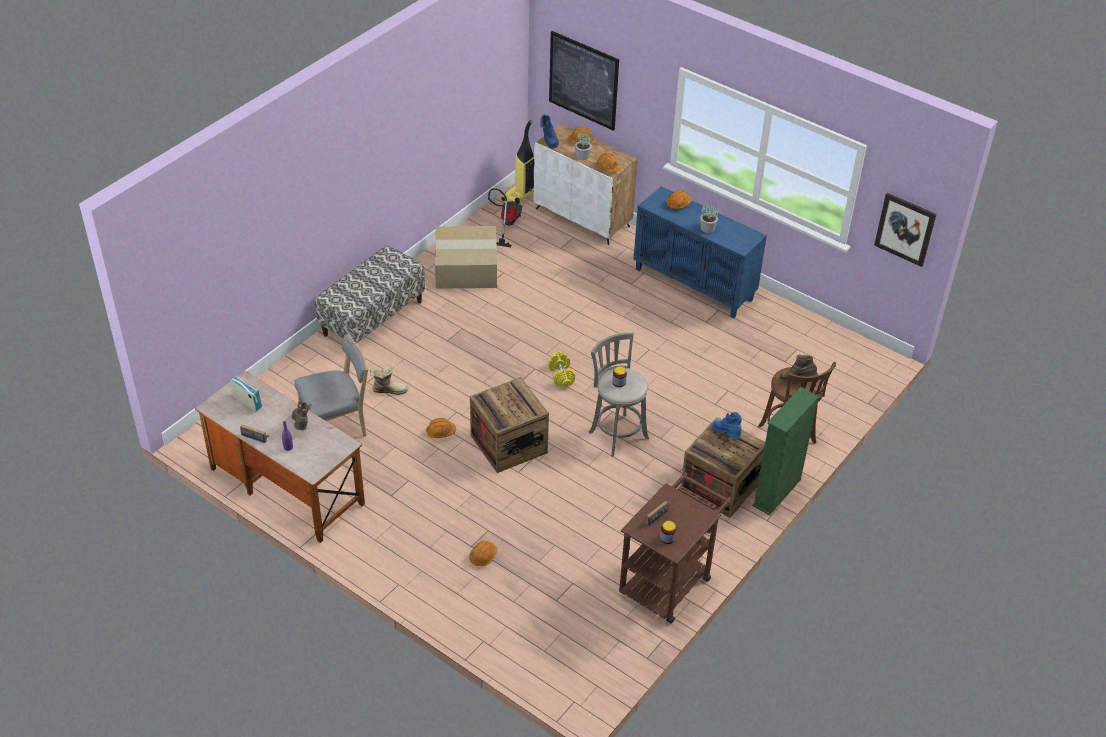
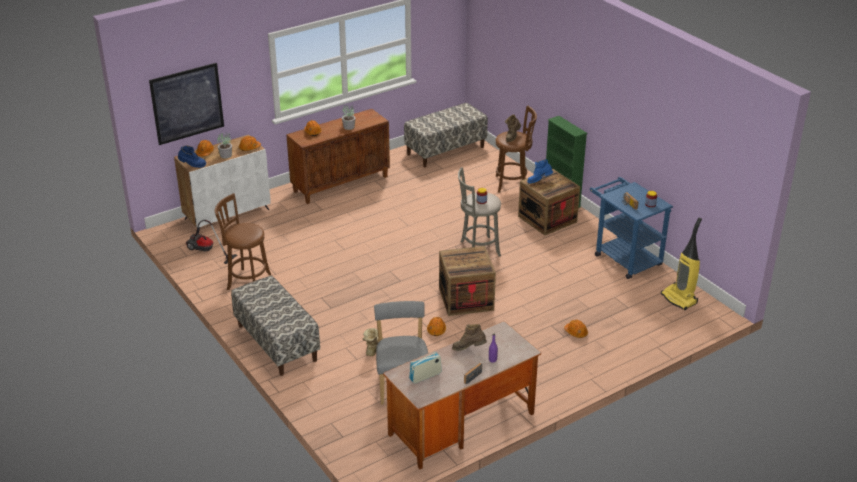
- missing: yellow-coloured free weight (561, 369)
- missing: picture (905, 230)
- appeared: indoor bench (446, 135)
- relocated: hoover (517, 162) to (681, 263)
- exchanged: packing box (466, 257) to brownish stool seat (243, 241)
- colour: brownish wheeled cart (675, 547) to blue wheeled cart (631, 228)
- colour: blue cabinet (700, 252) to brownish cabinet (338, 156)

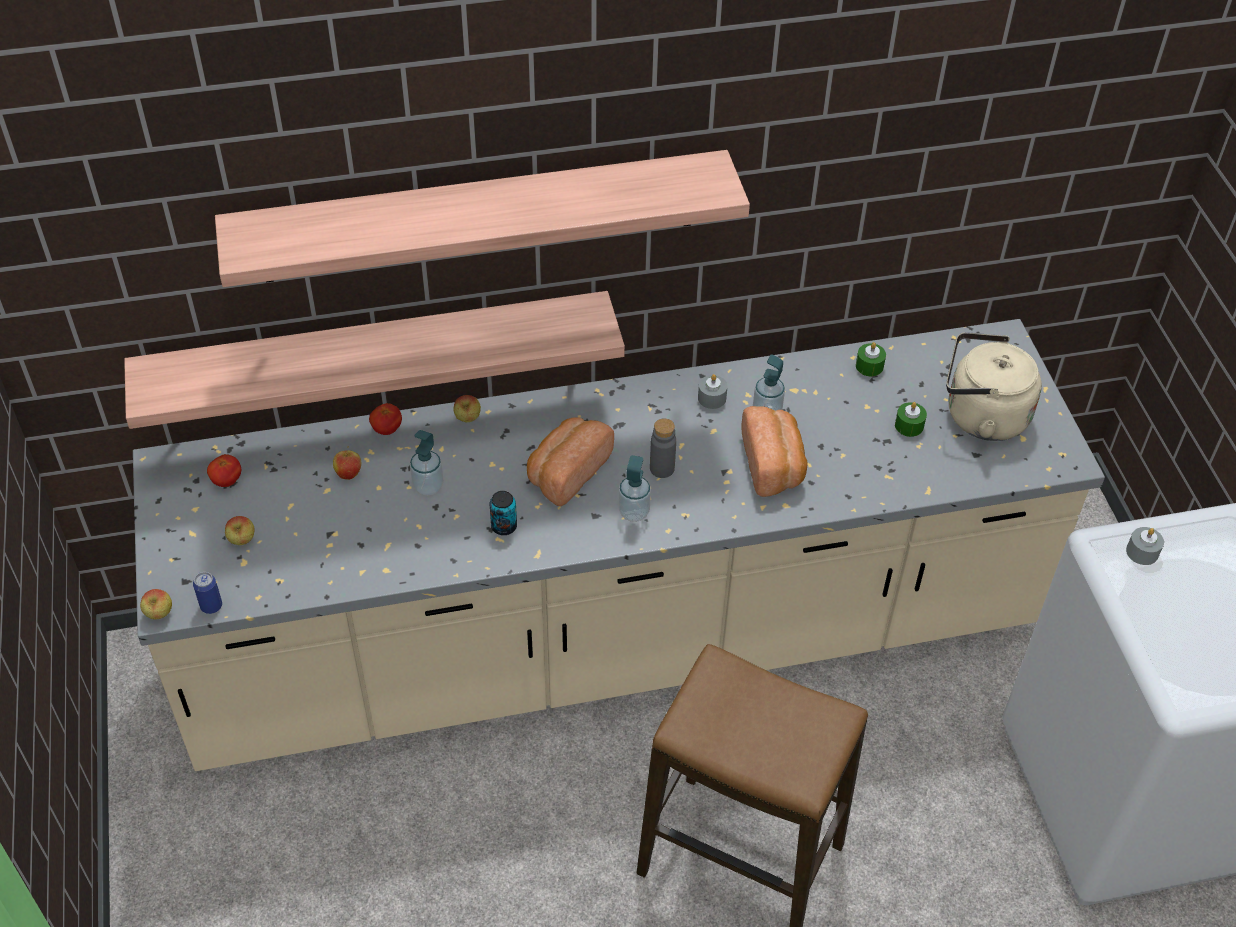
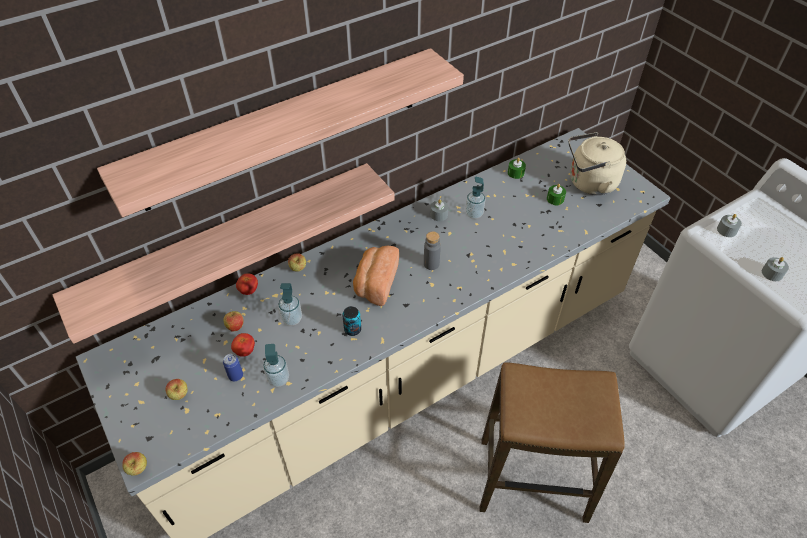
- missing: bakery bread (775, 451)
- appeared: grey wax light (775, 269)
- relocated: metal can (207, 593) to (233, 367)
- relocated: tomato (224, 470) to (243, 345)
- relocated: soap dispenser (634, 488) to (276, 365)

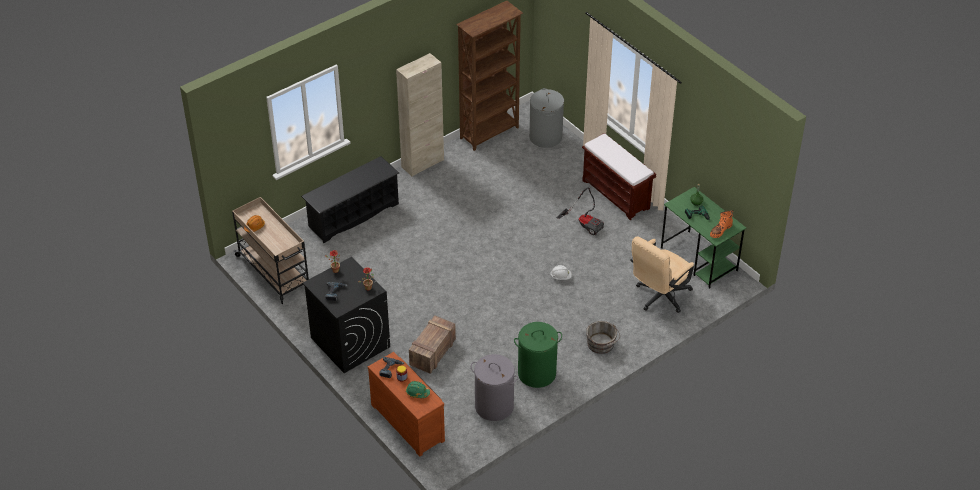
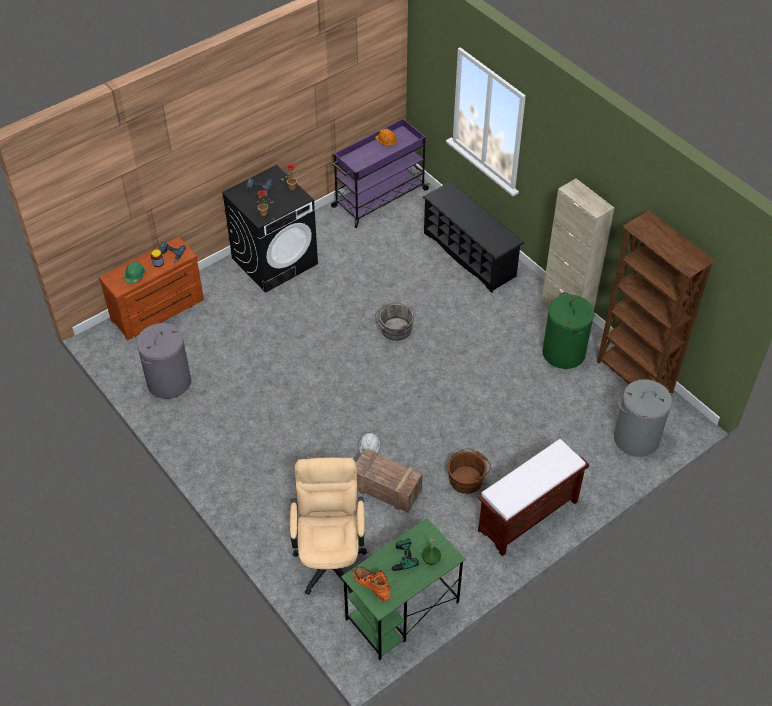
- relocated: crate (432, 344) to (389, 480)
- relocated: greenish laundry basket (538, 355) to (568, 330)
- relocated: grey water bucket (603, 337) to (394, 321)
- exchanged: hoover (580, 211) to brownish water bucket (469, 471)
- colour: beige-coloured wheeled cart (270, 250) to purplish wheeled cart (380, 173)
- spun: beige-coloured desk chair (662, 274) = (328, 526) 45 degrees clockwise

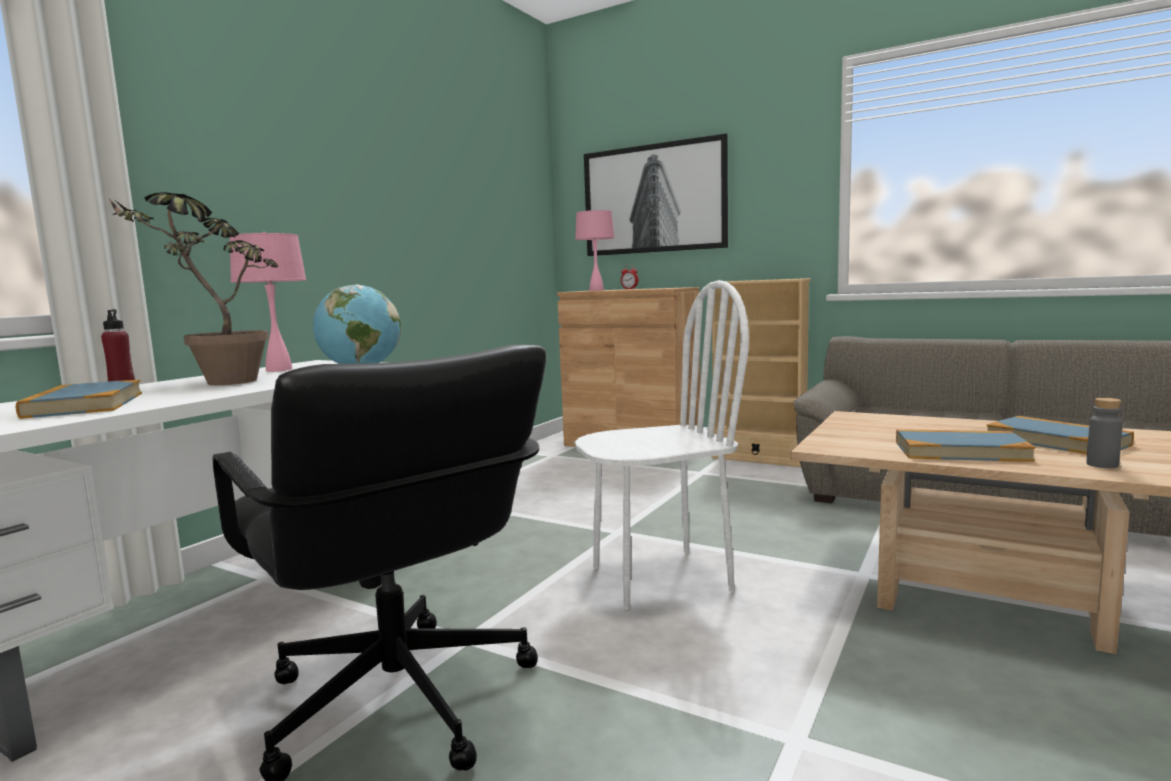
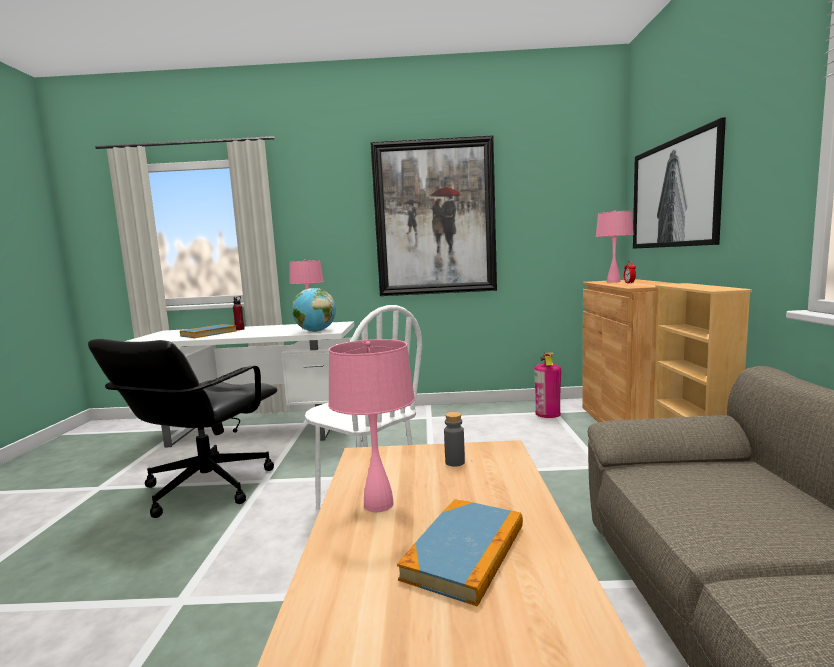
- missing: plant in a pot (193, 289)
- appeared: picture (433, 215)
- appeared: fire-fighting cylinder (547, 385)
- relocated: grey bottle (1104, 433) to (454, 439)
- exchanged: book (965, 445) to pinkish lamp for a table (371, 425)

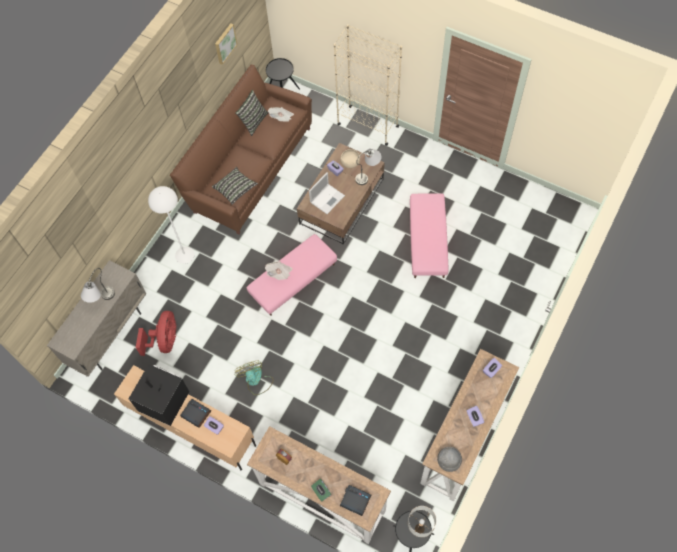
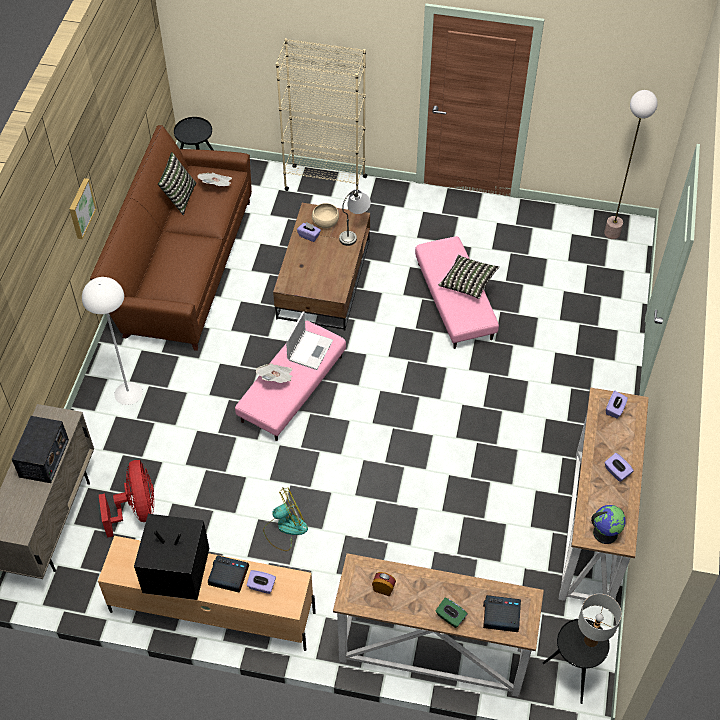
- appeared: standard lamp (631, 164)
- relocated: cushion (235, 186) to (469, 277)
- relocated: picture (226, 44) to (83, 208)
- relocated: portable computer (327, 193) to (309, 340)
- exchanged: grey lamp for a table (98, 285) to radio (40, 449)
- exchanged: grey serving bowl (449, 459) to desk globe (608, 524)
- spun: fan (254, 378) = (285, 519) 105 degrees clockwise

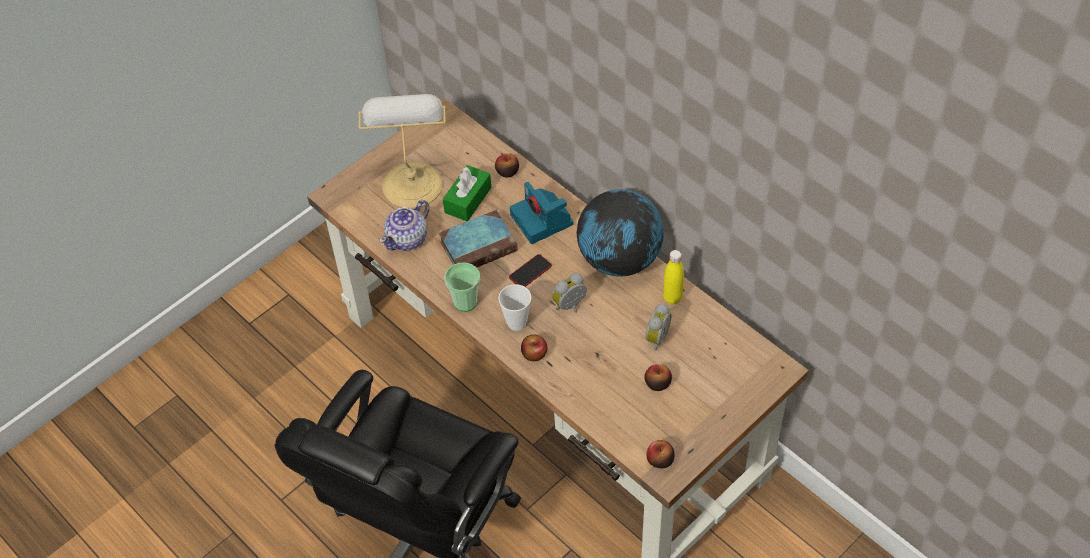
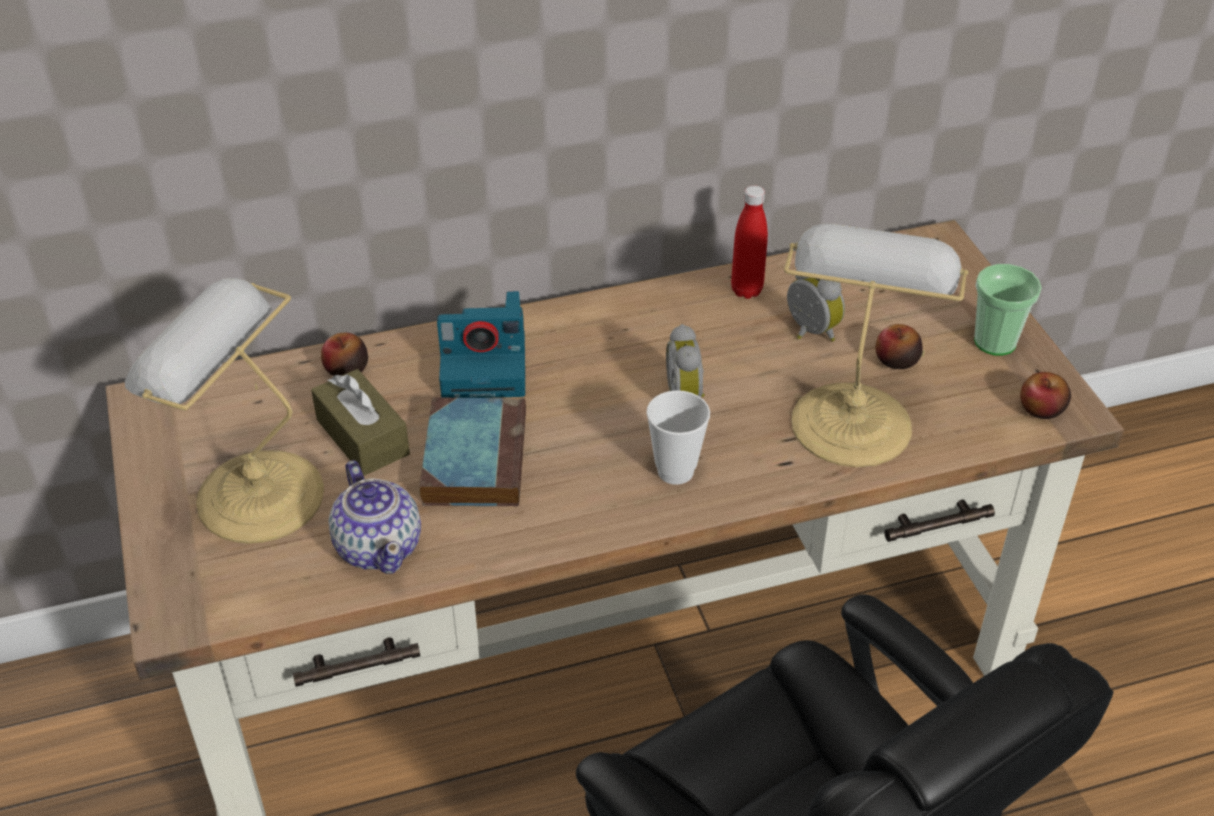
- missing: telephone (530, 270)
- missing: whole apple (534, 347)
- missing: desk globe (620, 233)
- appeared: lamp for a table (876, 345)
- relocated: drinking cup (462, 287) to (1008, 310)
- colour: greenish box of tissues (467, 193) to brownish box of tissues (360, 422)
- colour: yellow-coloured bottle (673, 277) to red bottle (749, 242)

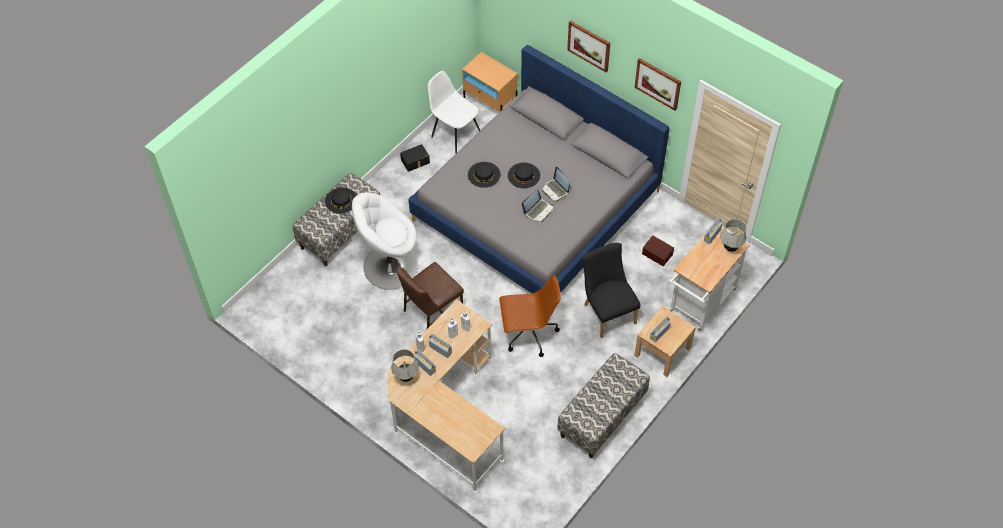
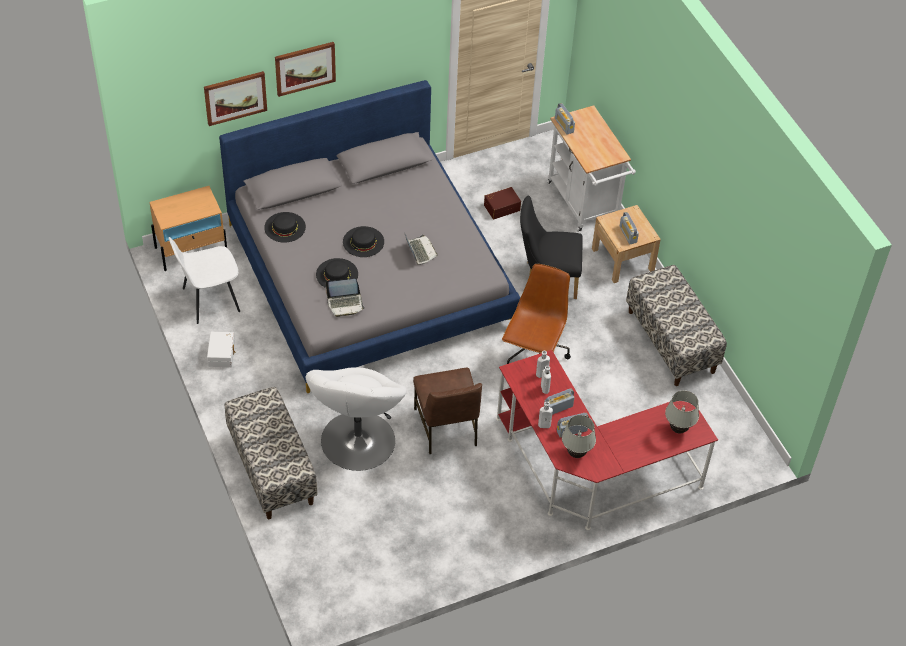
- relocated: black wearable hat (341, 200) to (285, 227)
- relocated: portable computer (555, 184) to (345, 298)
- relocated: picture (658, 84) to (235, 98)
- relocated: white-coloured lamp for a table (733, 235) to (682, 411)
- colour: beige-coloured desk unit (446, 396) to red desk unit (607, 440)
- colour: black storage bin (415, 158) to white-coloured storage bin (221, 349)

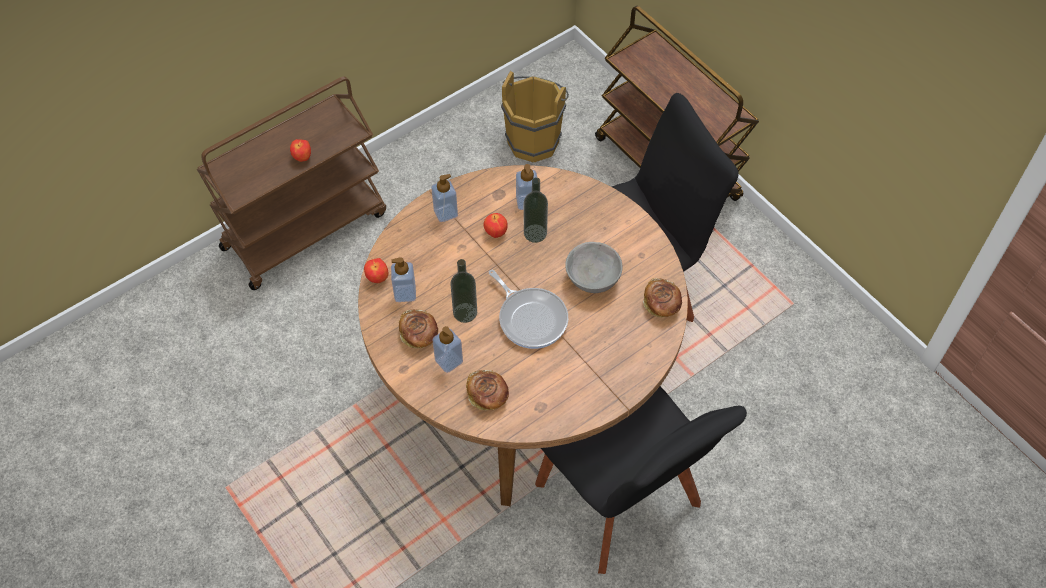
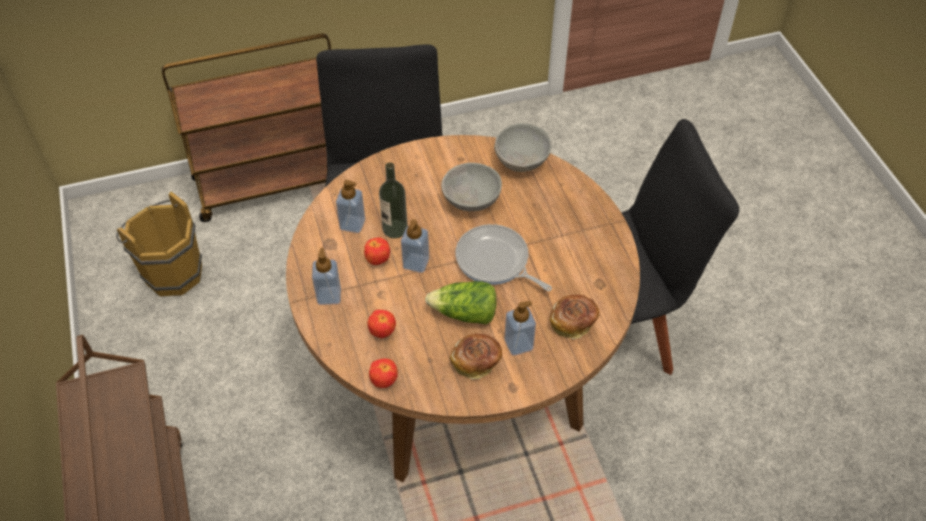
- relocated: whole apple (300, 150) to (381, 324)
- relocated: soap dispenser (403, 279) to (415, 246)
- exchanged: bottle (463, 291) to head of lettuce (461, 302)
- exchanged: bakery bread (662, 297) to grey serving bowl (523, 147)
- spun: frying pan (528, 309) = (503, 257) 120 degrees counterclockwise

